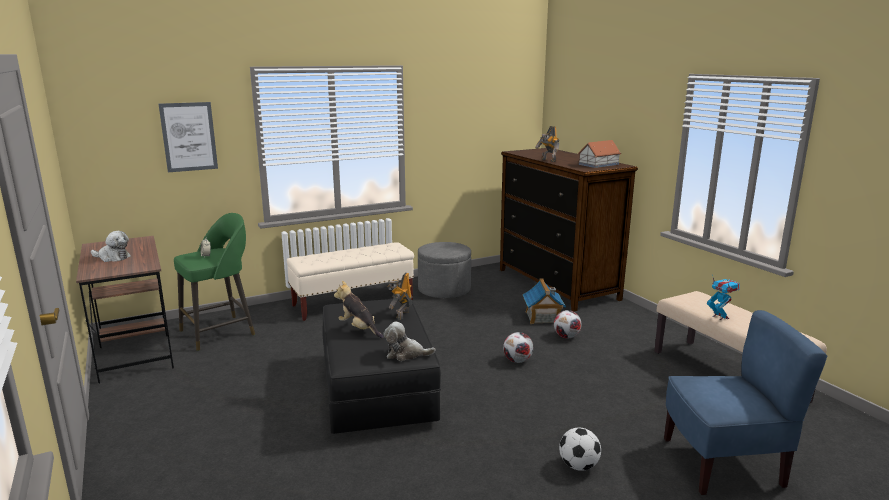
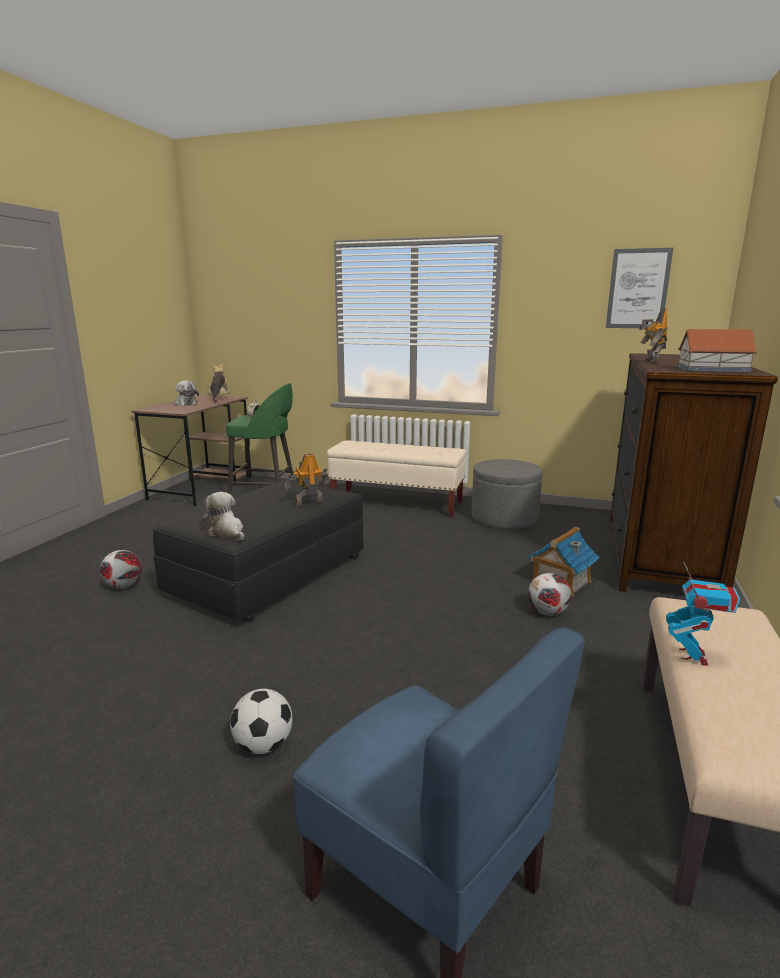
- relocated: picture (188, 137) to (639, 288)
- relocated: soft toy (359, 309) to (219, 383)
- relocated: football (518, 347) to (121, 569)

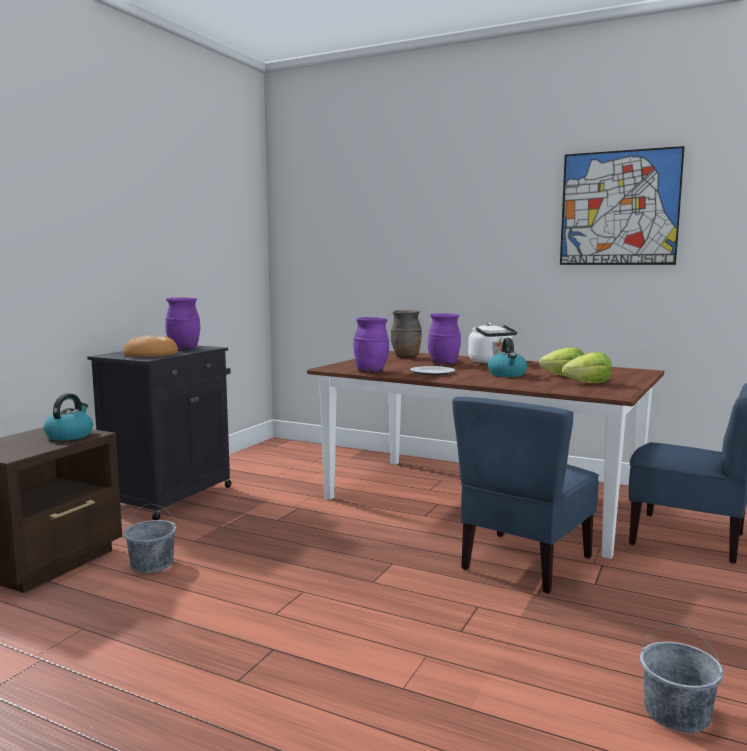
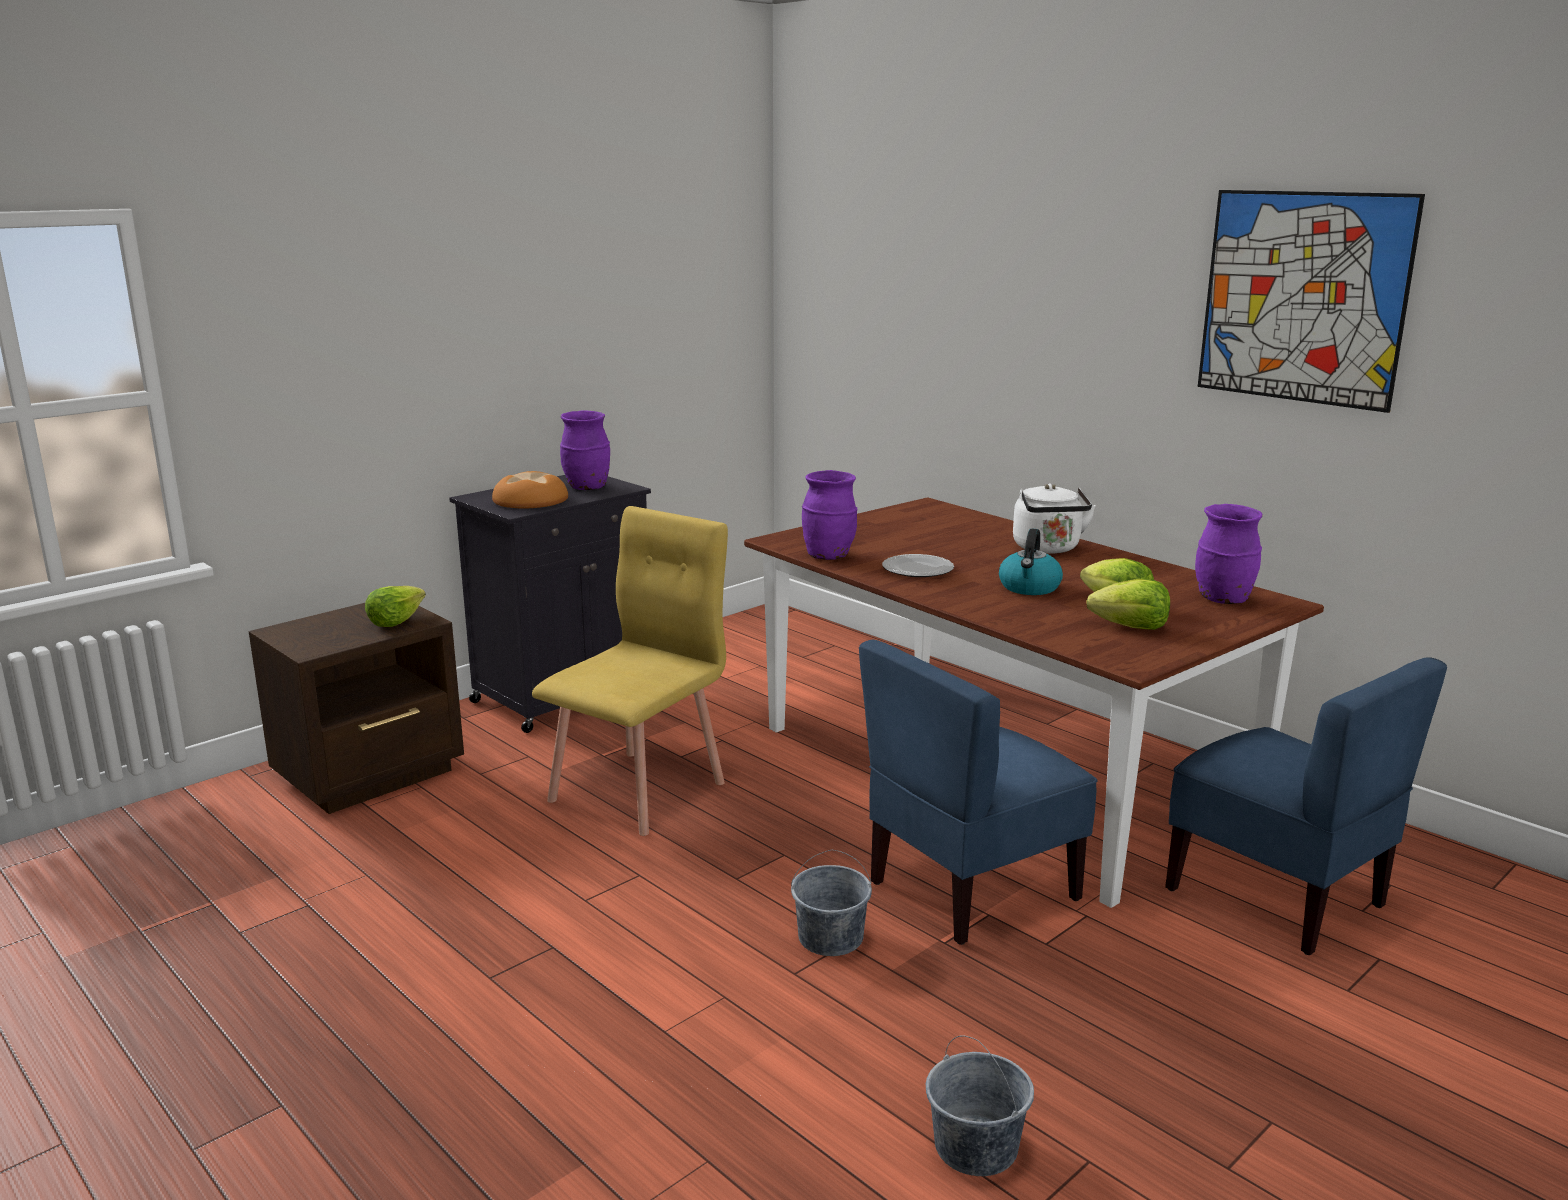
- missing: brownish decorative vase (406, 334)
- appeared: yellow-coloured plain chair (630, 671)
- relocated: grey water bucket (149, 538) to (831, 903)
- relocated: purplish decorative vase (444, 339) to (1229, 554)
- exchanged: kettle (68, 417) to head of lettuce (395, 606)

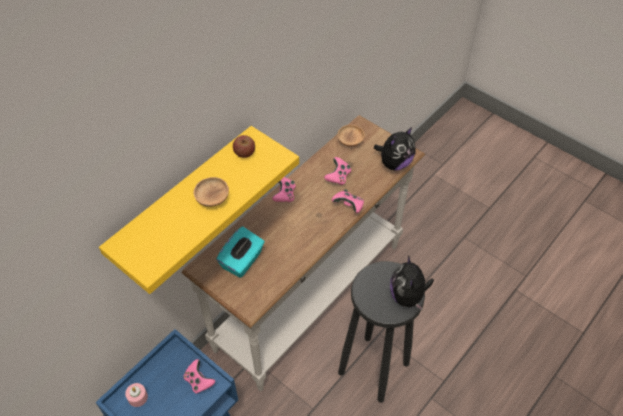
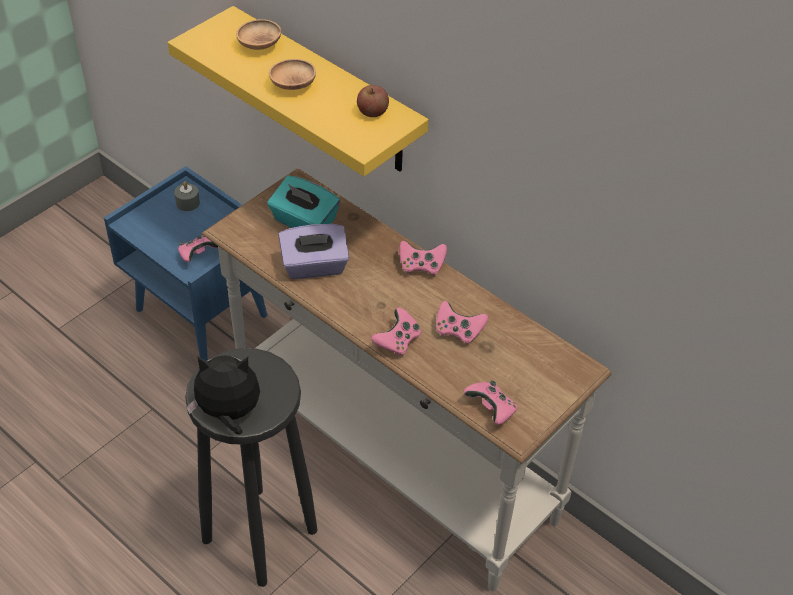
- appeared: purplish box of tissues (313, 251)
- relocated: brownish serving bowl (351, 136) to (258, 34)
- exchanged: soft toy (395, 149) to pinkish gamepad (491, 402)
- colour: pinkish wax light (136, 395) to grey wax light (187, 196)

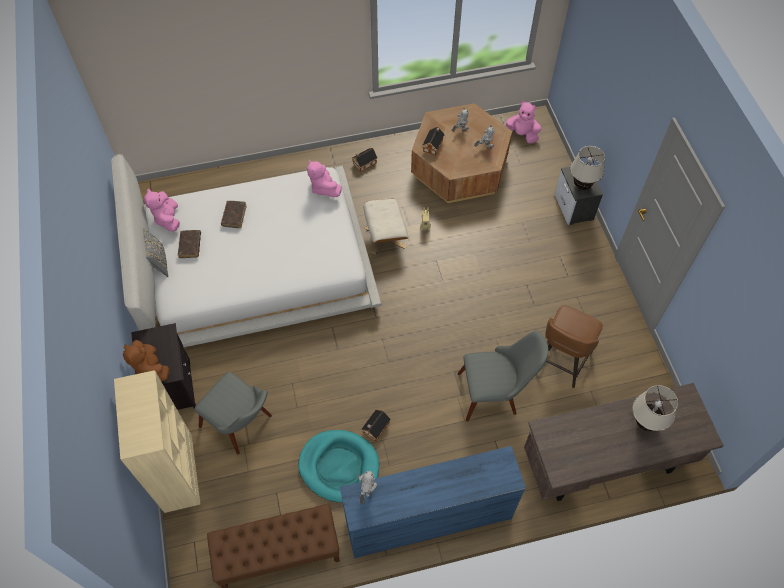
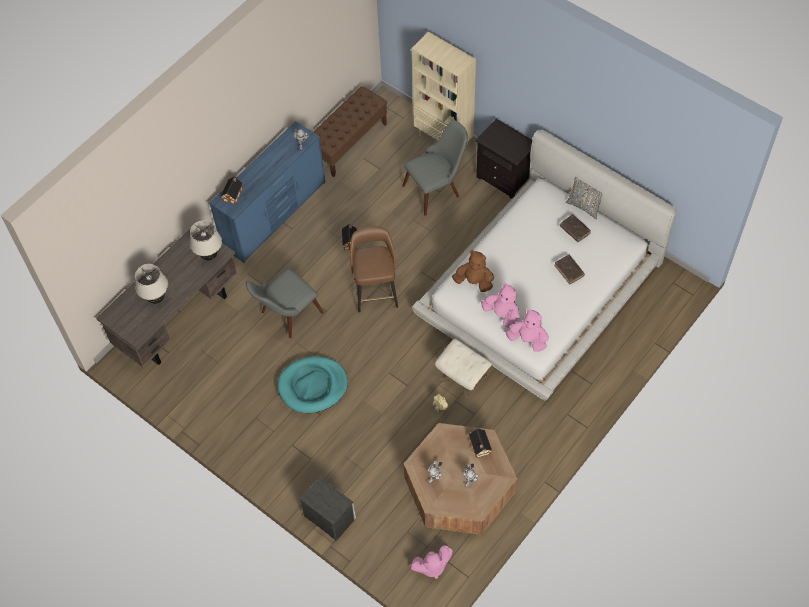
- relocated: brownish soft toy (146, 360) to (473, 271)
- relocated: pinkish soft toy (162, 210) to (500, 305)
- relocated: turquoise pet bed (338, 466) to (313, 384)
- relocated: miniature house (364, 160) to (232, 191)
- relocated: brownish stool seat (574, 346) to (374, 269)
- relocated: beige-coloured lamp for a table (587, 168) to (206, 240)
- spun: grey plain chair (233, 413) = (435, 168) 150 degrees clockwise

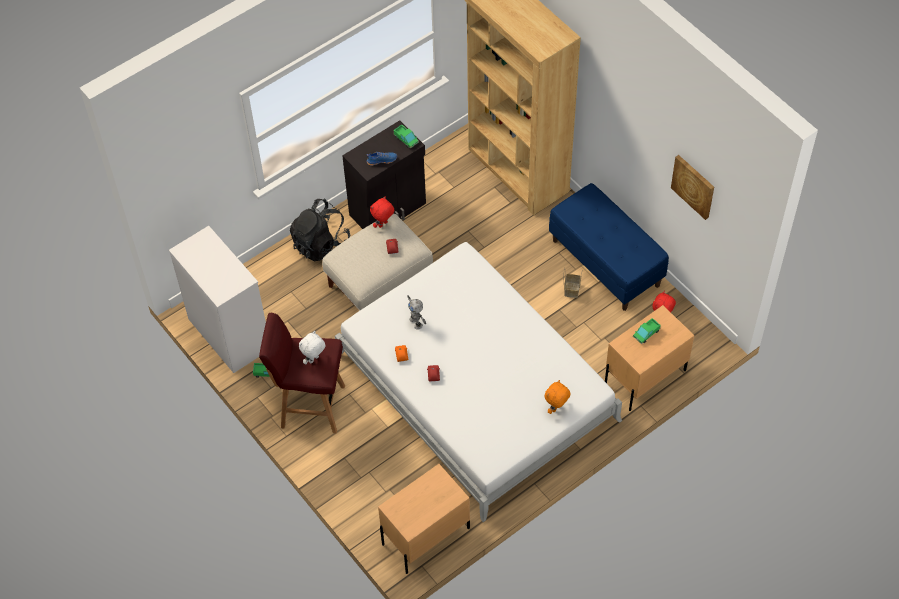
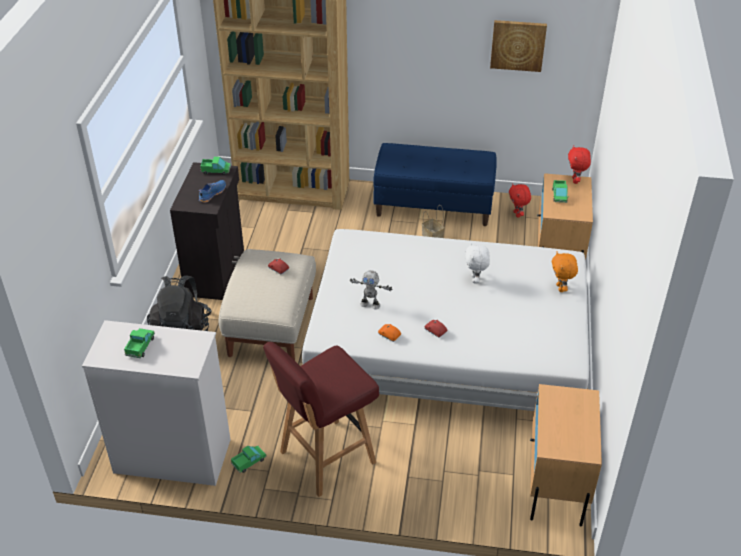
- appeared: toy lorry (139, 343)
- relocated: white-coloured soft toy (312, 348) to (477, 263)
- relocated: red soft toy (382, 212) to (579, 165)

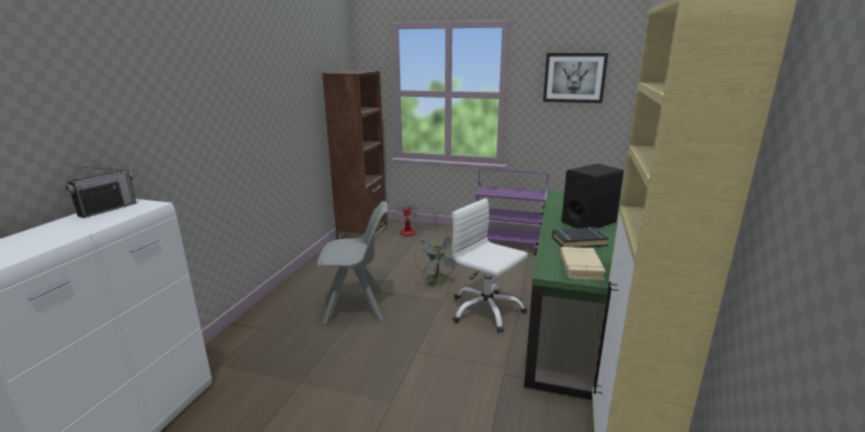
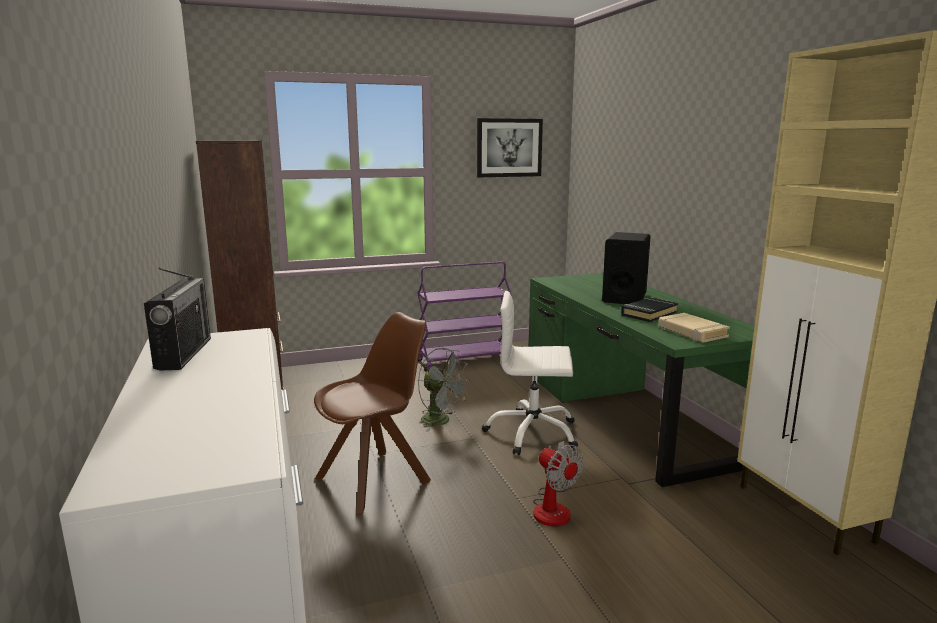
- relocated: fan (417, 218) to (558, 483)
- colour: grey plain chair (352, 263) to brownish plain chair (372, 412)

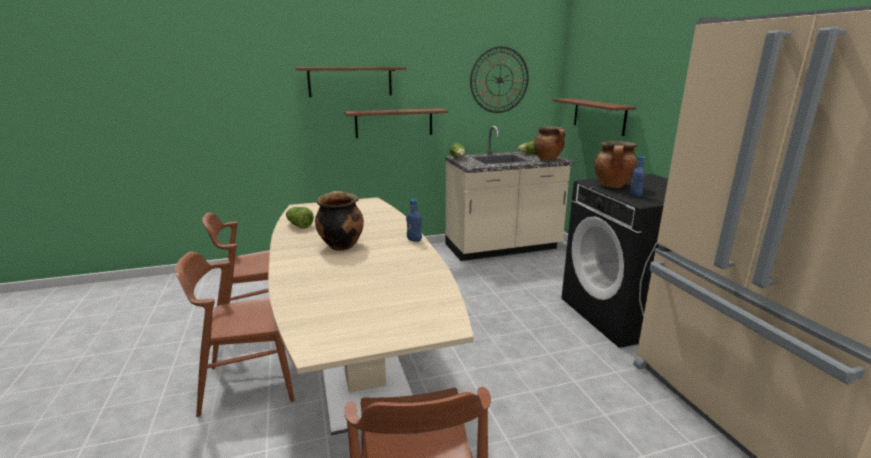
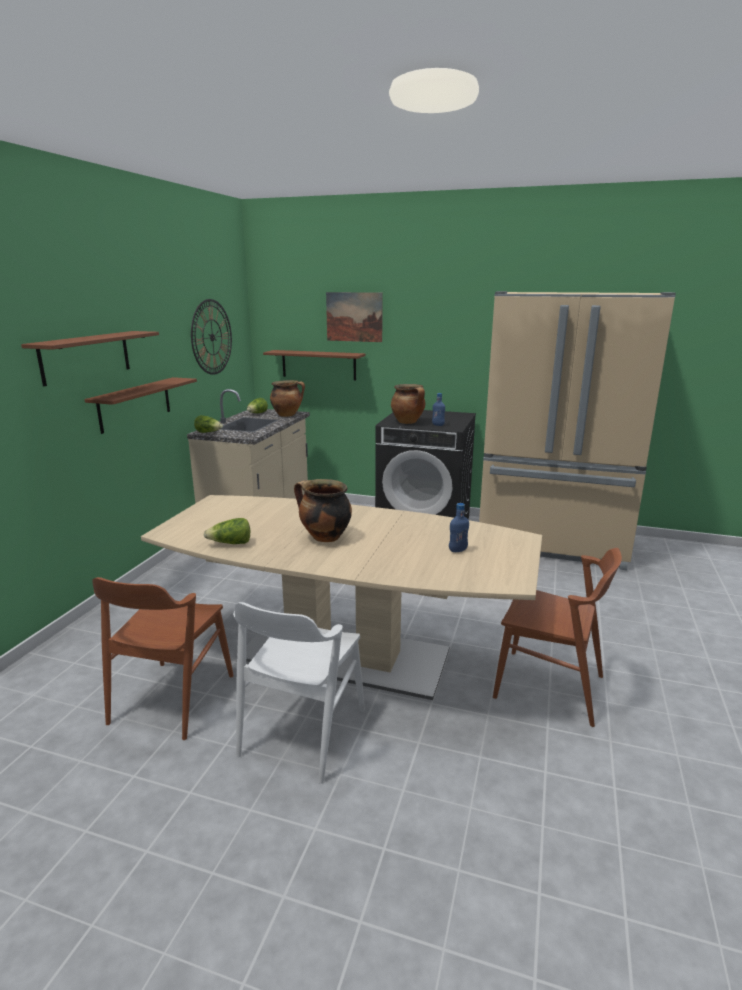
- appeared: picture (354, 317)
- relocated: blue bottle (414, 220) to (459, 527)
- colour: brownish plain chair (235, 334) to white-coloured plain chair (299, 693)

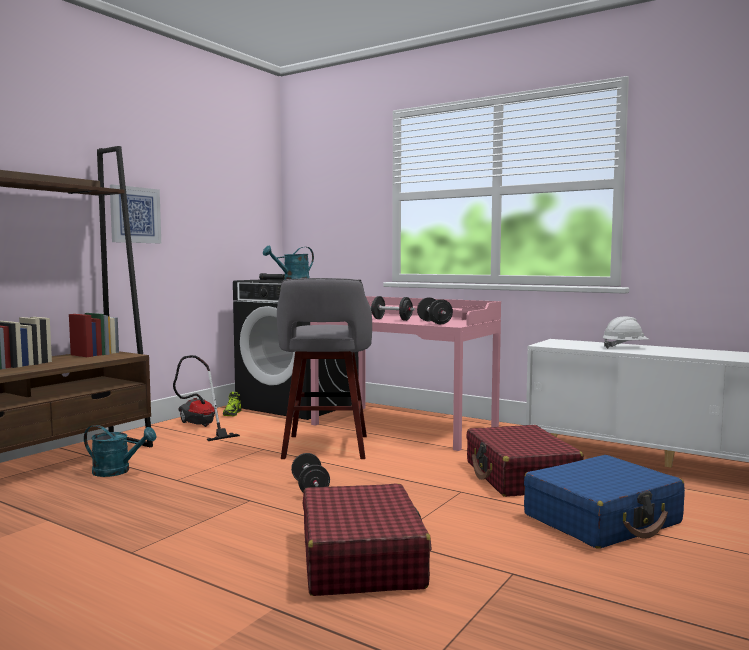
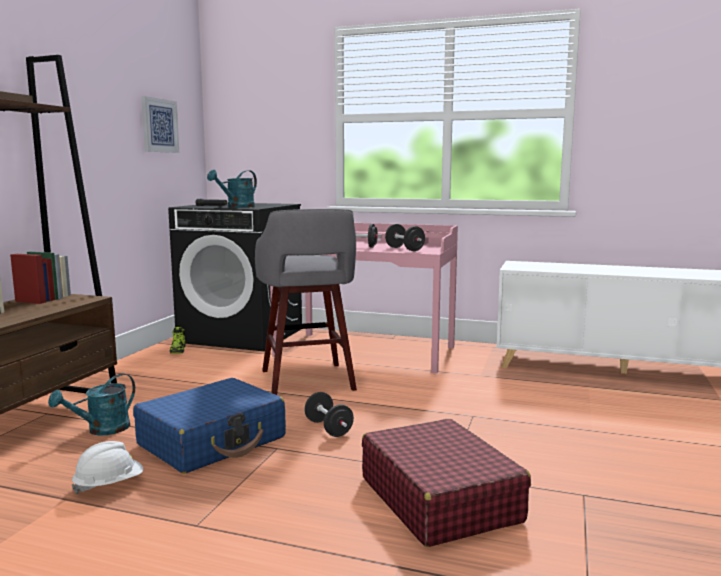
- missing: hoover (206, 398)
- missing: red suitcase (525, 461)
- relocated: picture (135, 213) to (160, 124)
- relocated: blue suitcase (604, 502) to (209, 426)
- relocated: white-coloured hard hat (626, 332) to (107, 467)
- spun: turquoise sprinkling can (120, 451) = (91, 404) 135 degrees clockwise

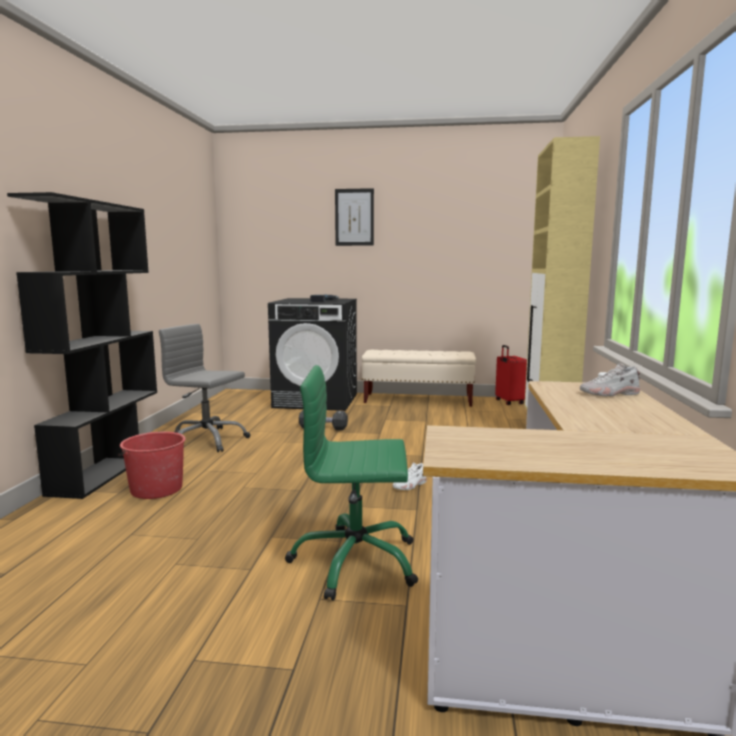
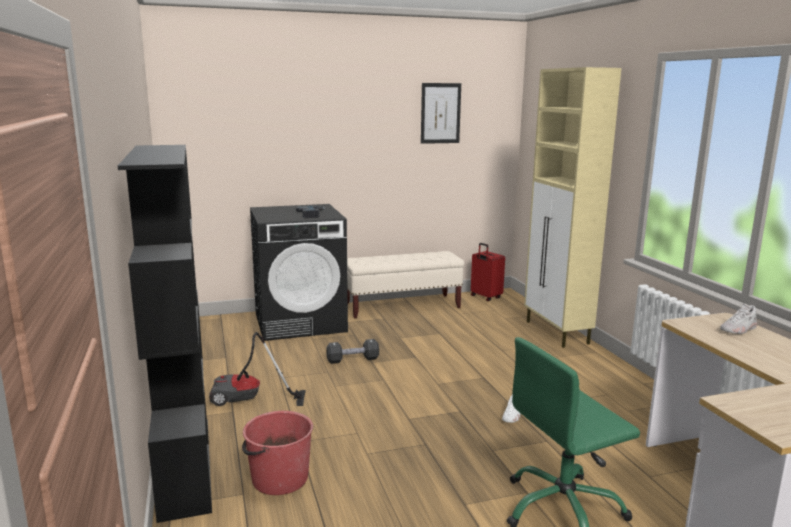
- relocated: picture (354, 217) to (441, 113)
- exchanged: grey desk chair (204, 388) to hoover (257, 369)

